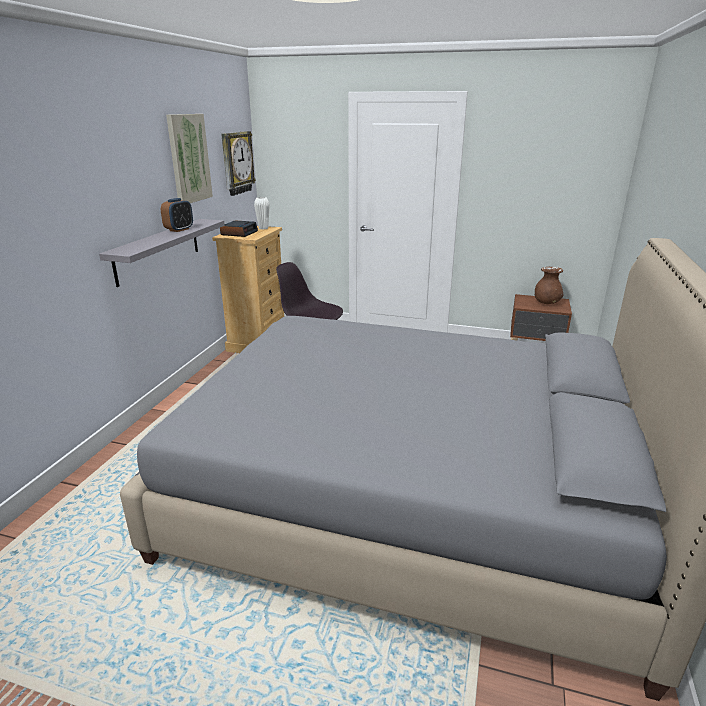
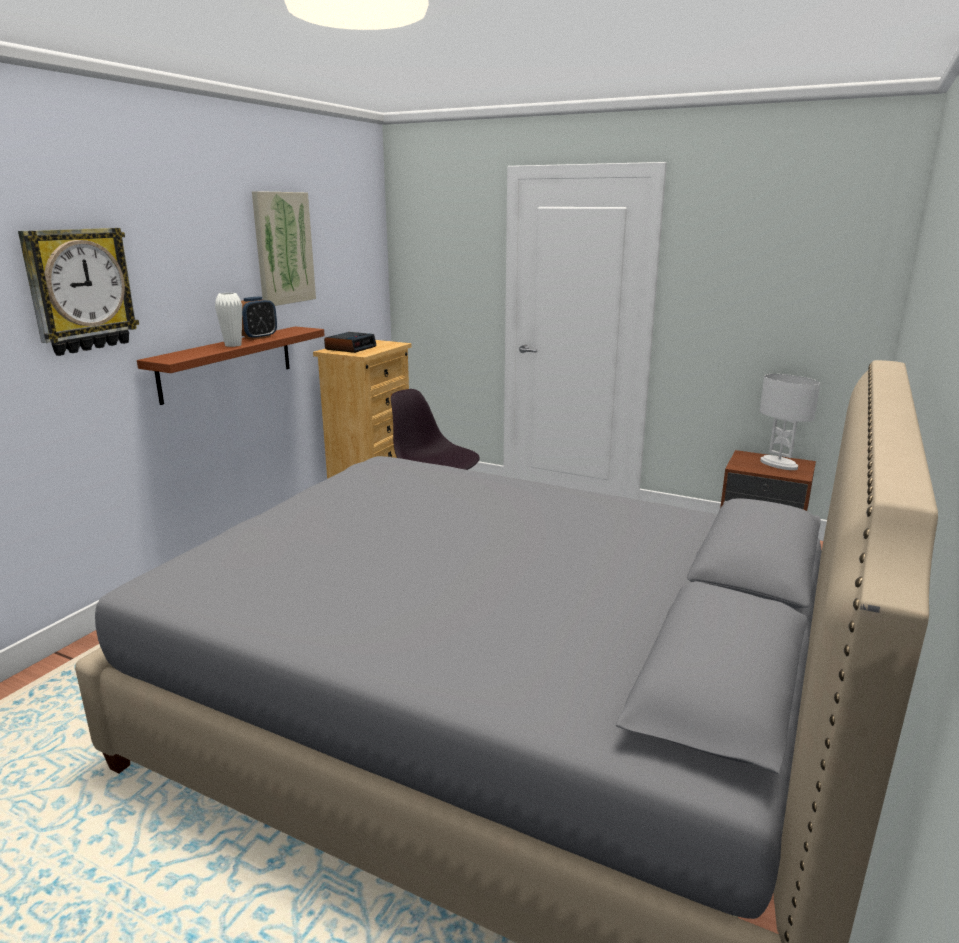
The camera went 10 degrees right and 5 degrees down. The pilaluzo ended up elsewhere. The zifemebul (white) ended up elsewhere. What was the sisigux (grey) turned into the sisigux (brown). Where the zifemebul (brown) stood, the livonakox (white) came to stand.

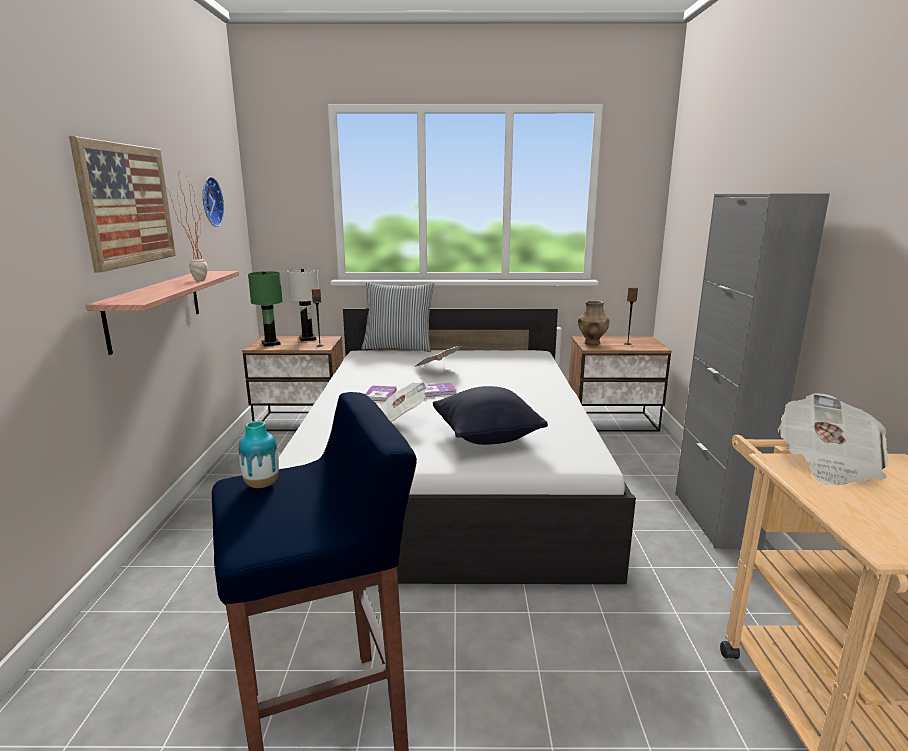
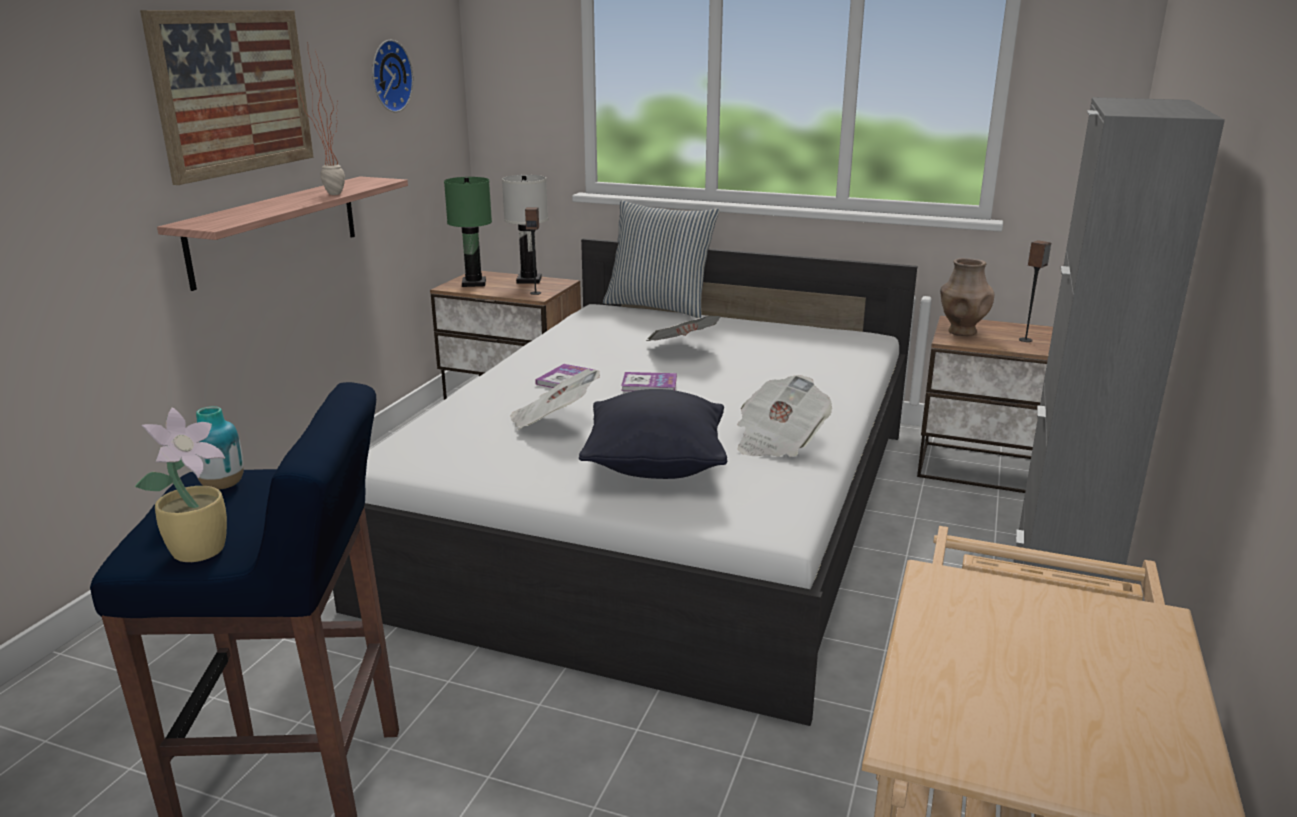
The camera went 20 degrees right and 5 degrees up. The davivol (3rd from left) ended up elsewhere. The second view gained the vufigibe (1st from left).

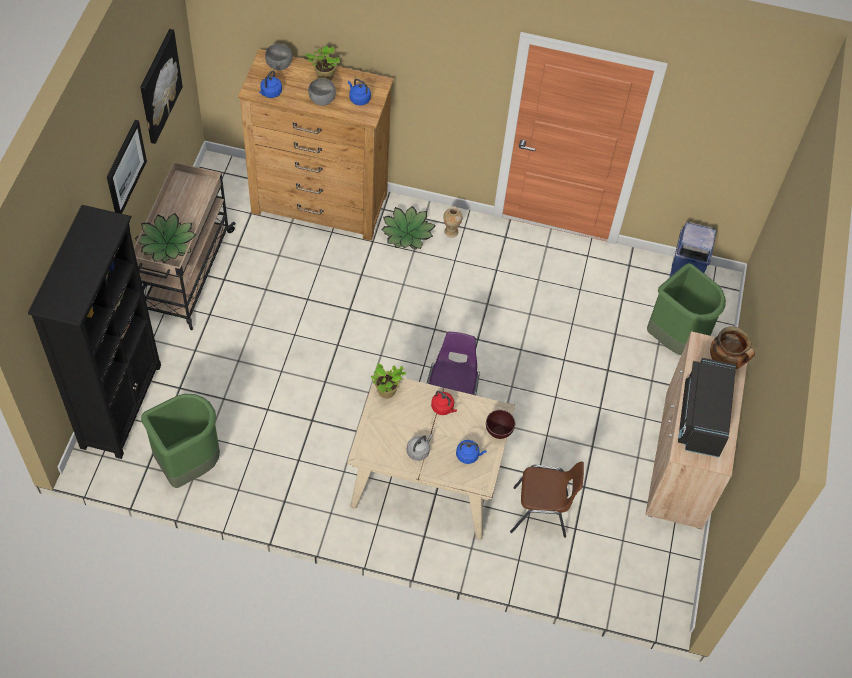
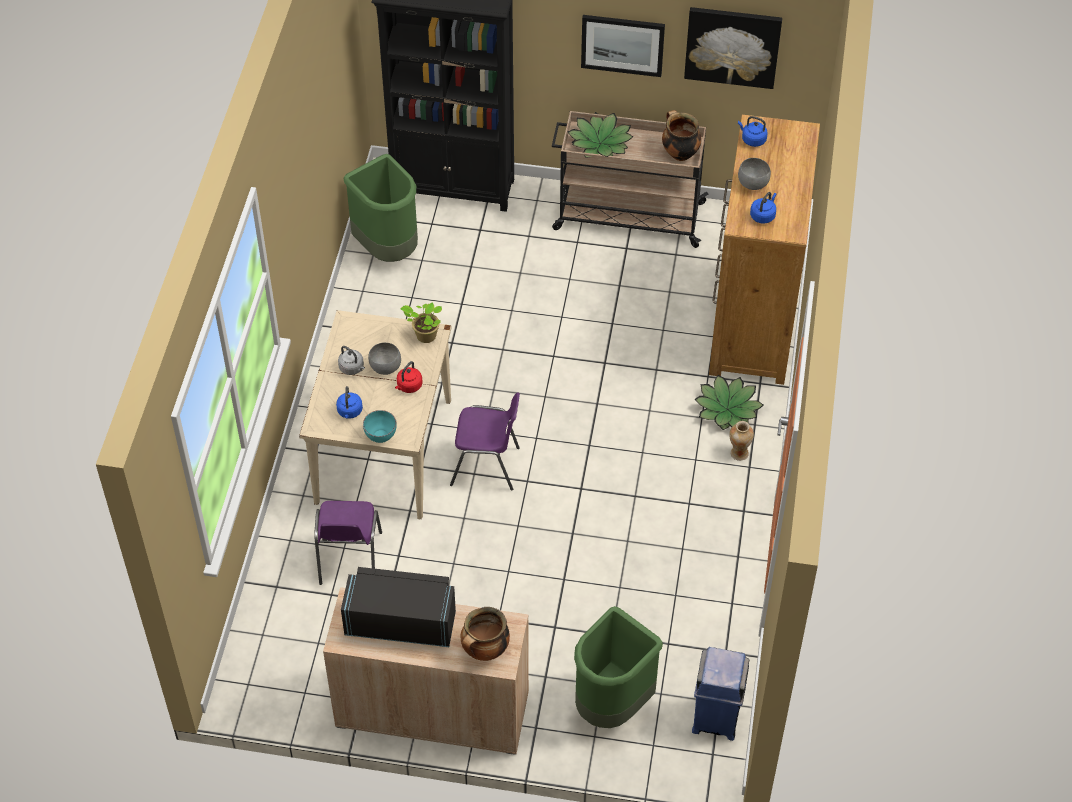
The camera went 90 degrees right and 5 degrees down. The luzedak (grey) (1st from left) ended up elsewhere. The second view lost the vufigibe (2nd from left). What was the luzedak (brown) turned into the luzedak (turquoise). What was the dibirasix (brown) turned into the dibirasix (purple) (1st from left). The second view gained the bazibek (2nd from left).

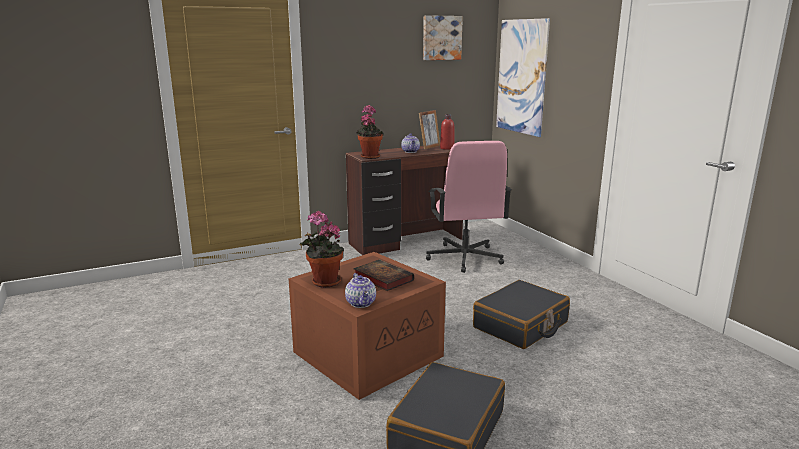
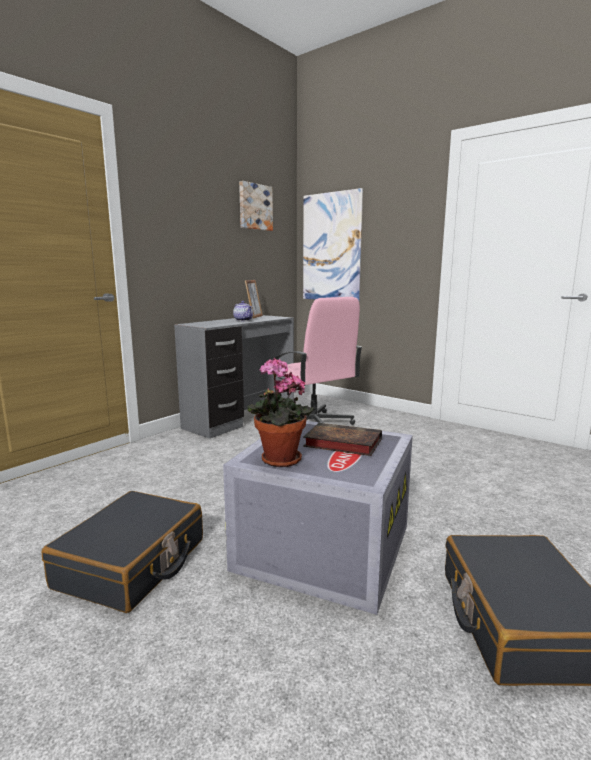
The camera went 25 degrees left and 5 degrees down. The second view lost the vufigibe (2nd from left). The second view lost the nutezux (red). What was the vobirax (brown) turned into the vobirax (grey). What was the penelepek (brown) turned into the penelepek (grey). The second view lost the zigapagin (1st from left). The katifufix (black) (2nd from left in the first image) ended up elsewhere.

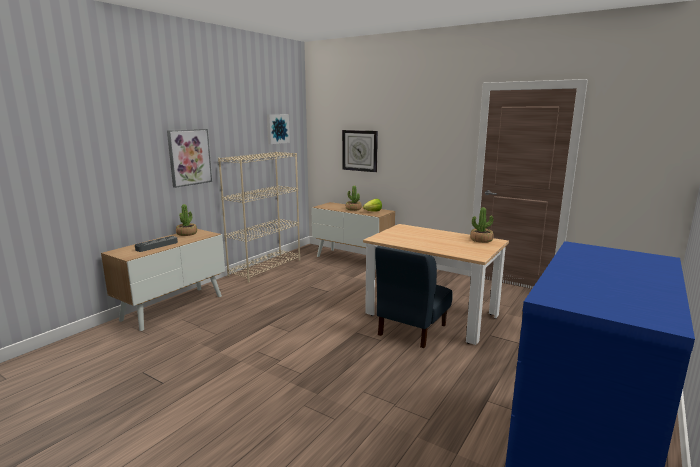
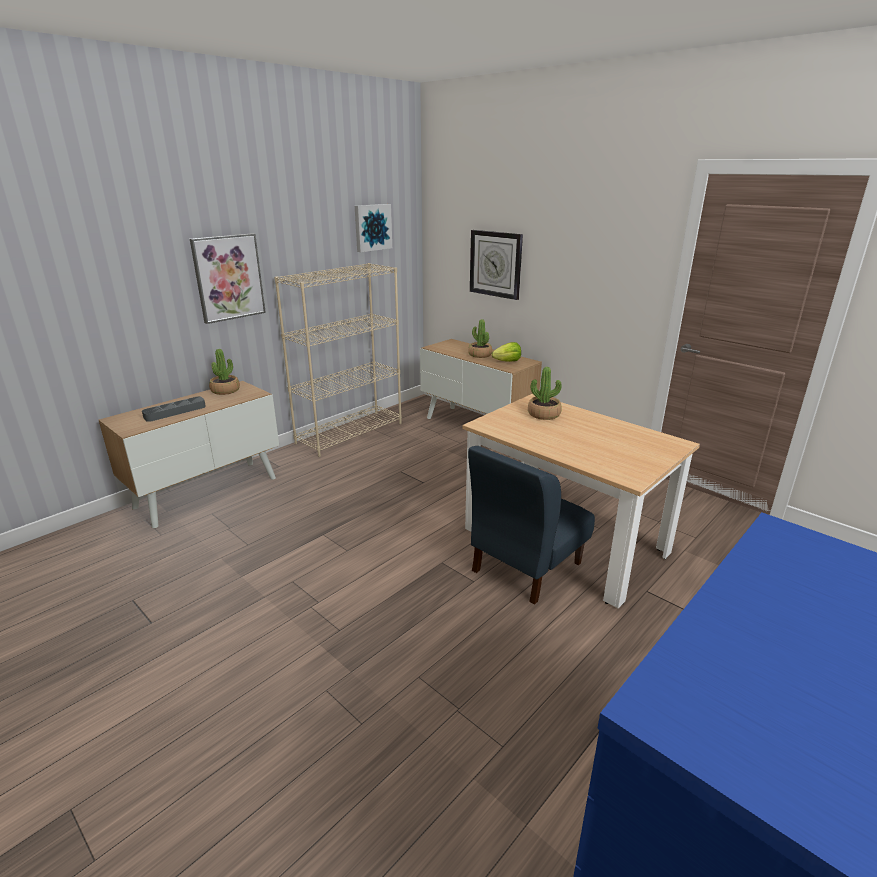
The camera went 10 degrees right and 10 degrees up. The vufigibe (3rd from left) ended up elsewhere.

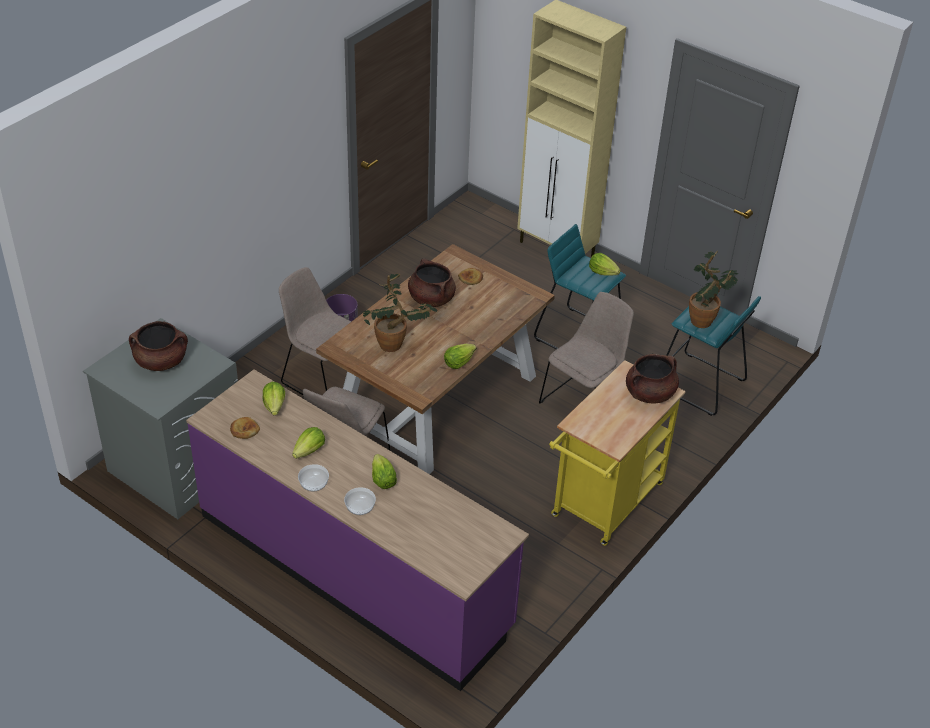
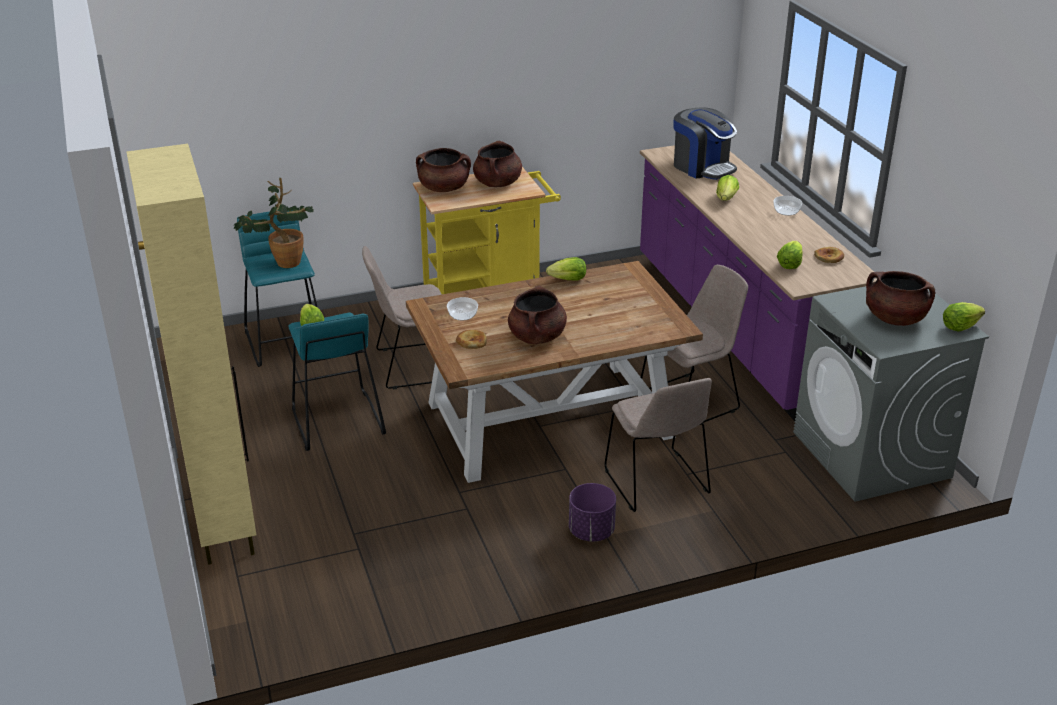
The camera went 145 degrees left and 10 degrees down. The second view lost the vufigibe (1st from left). The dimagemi (2nd from left in the first image) ended up elsewhere. The luzedak (2nd from left in the first image) ended up elsewhere. The second view gained the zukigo. The second view gained the bazibek (brown) (2nd from left).

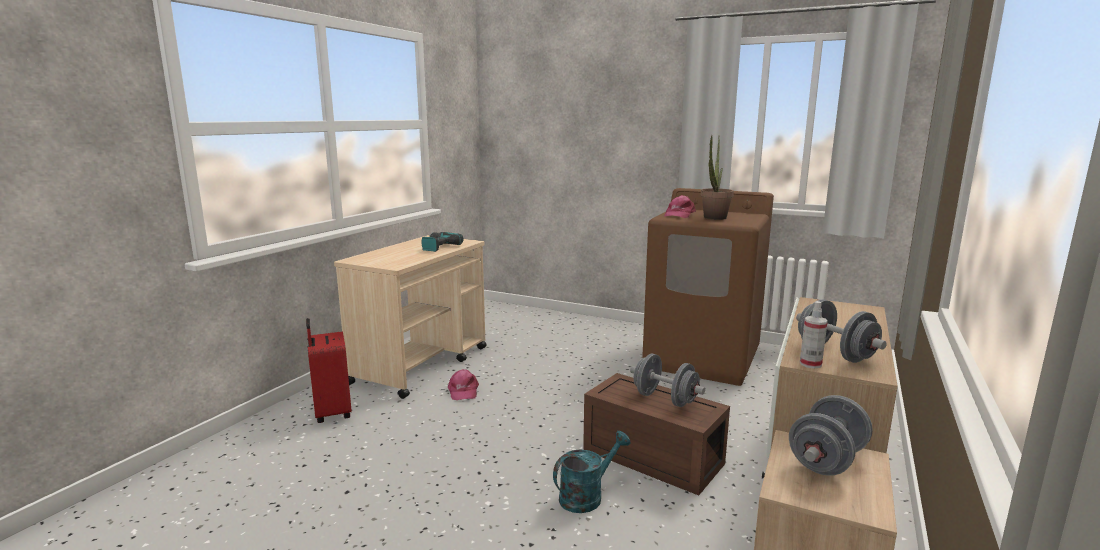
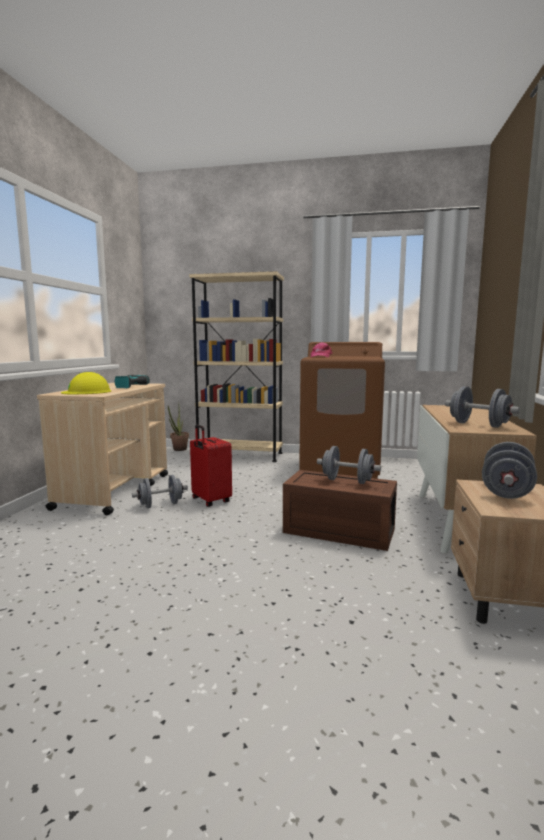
The camera went 15 degrees left and 5 degrees down. The vufigibe ended up elsewhere. The second view lost the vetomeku. The katifufix (red) ended up elsewhere. Where the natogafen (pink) (1st from left) stood, the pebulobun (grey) (1st from left) came to stand. The second view lost the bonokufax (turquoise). The second view gained the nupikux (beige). The second view gained the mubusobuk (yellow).

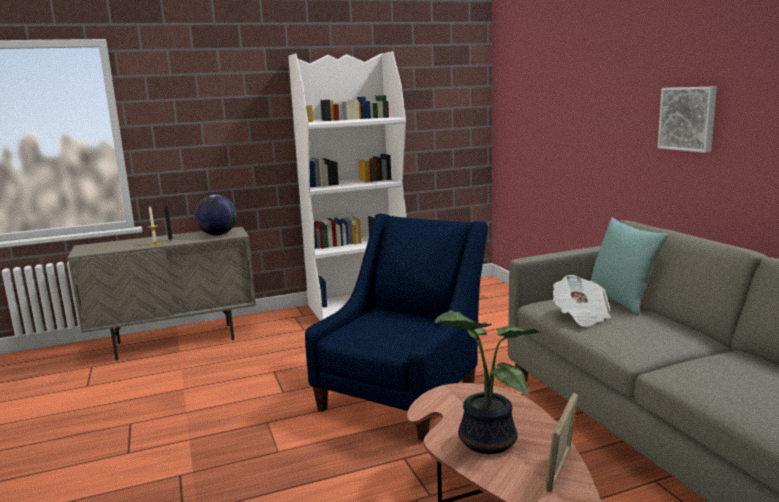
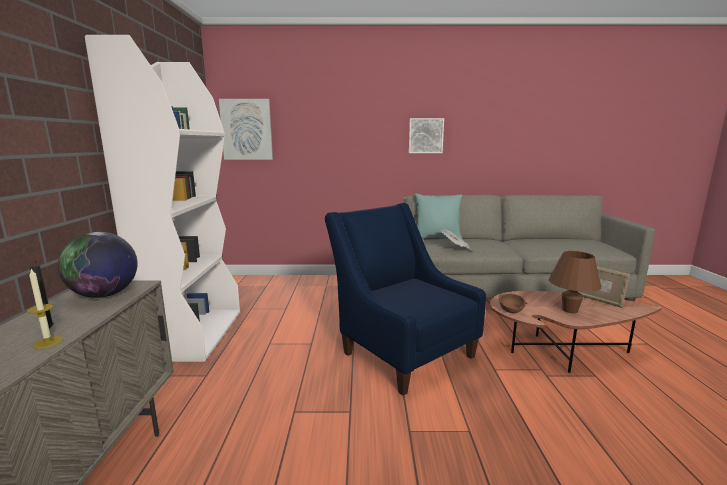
The camera went 70 degrees left and 0 degrees up. Where the vufigibe stood, the livonakox (brown) came to stand. The second view gained the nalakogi (1st from left). The second view gained the luzedak (brown).

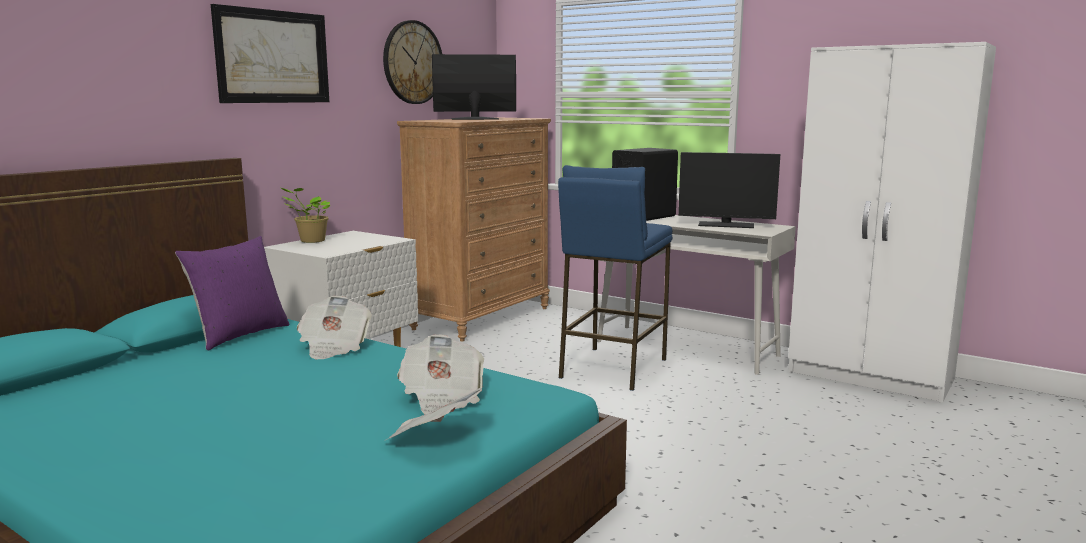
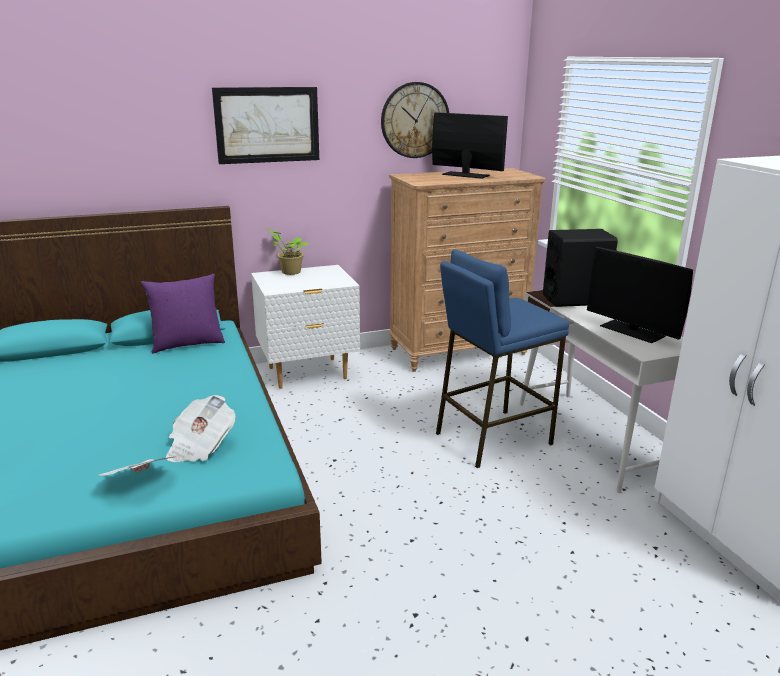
The camera went 35 degrees right and 10 degrees up. The second view lost the davivol (1st from left).

